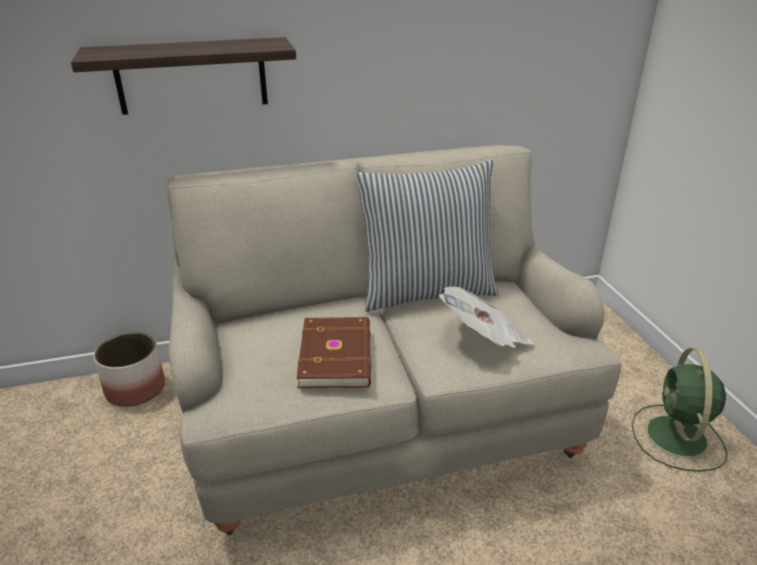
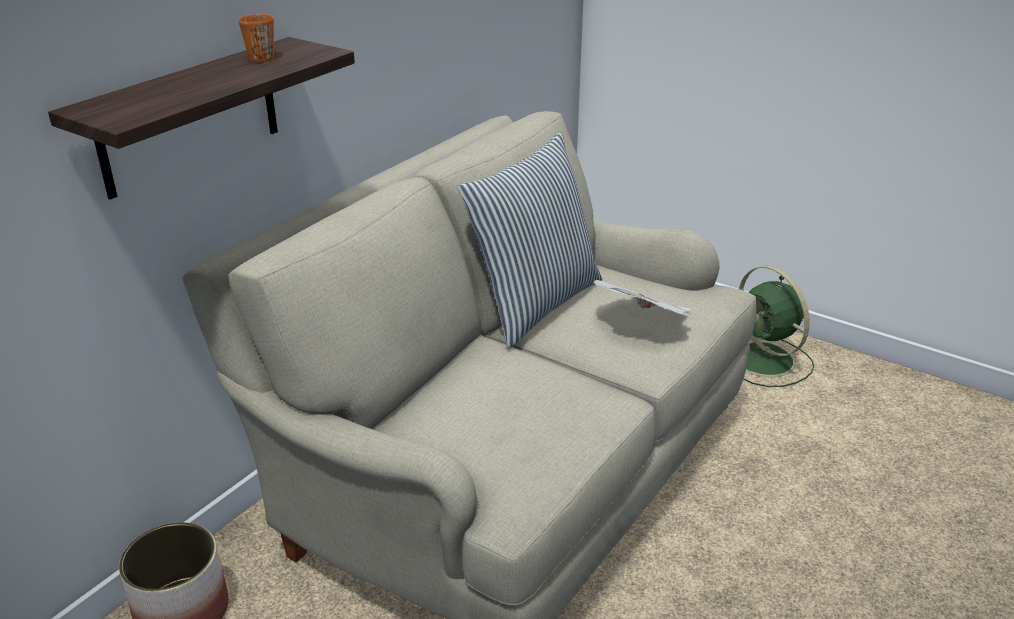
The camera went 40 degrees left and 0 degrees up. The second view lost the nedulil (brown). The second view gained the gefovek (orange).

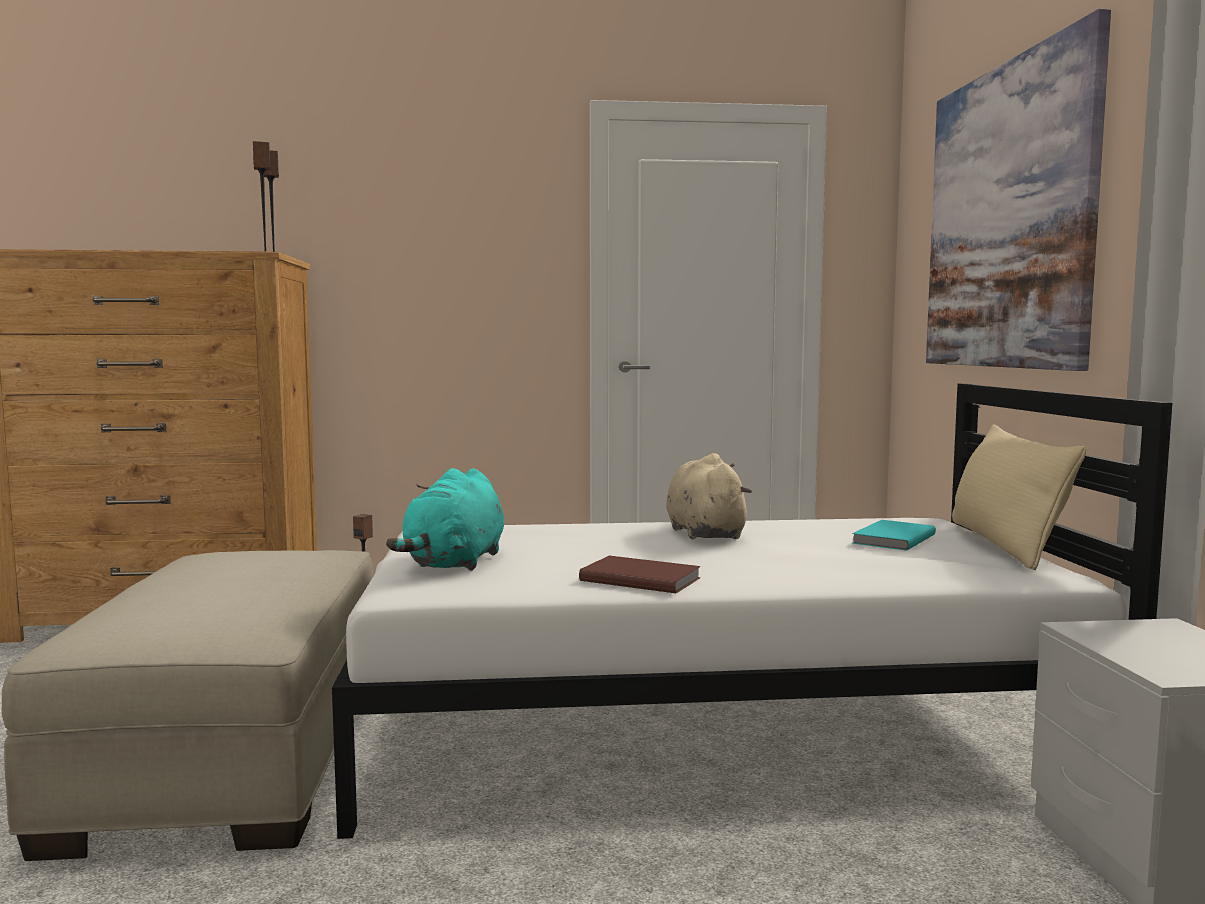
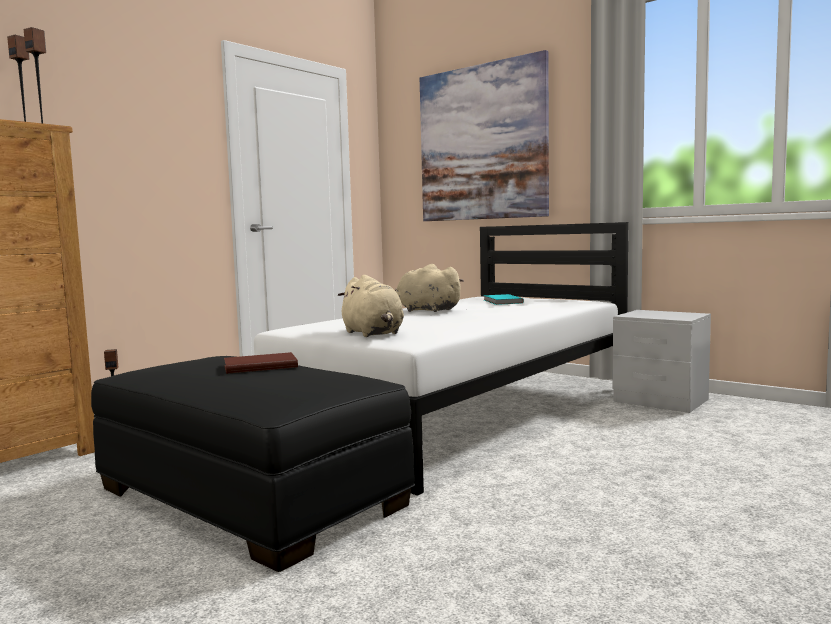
The camera went 45 degrees left and 0 degrees up. The second view lost the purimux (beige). What was the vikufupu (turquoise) turned into the vikufupu (beige) (1st from left). What was the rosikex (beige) turned into the rosikex (black). The nedulil (brown) ended up elsewhere.

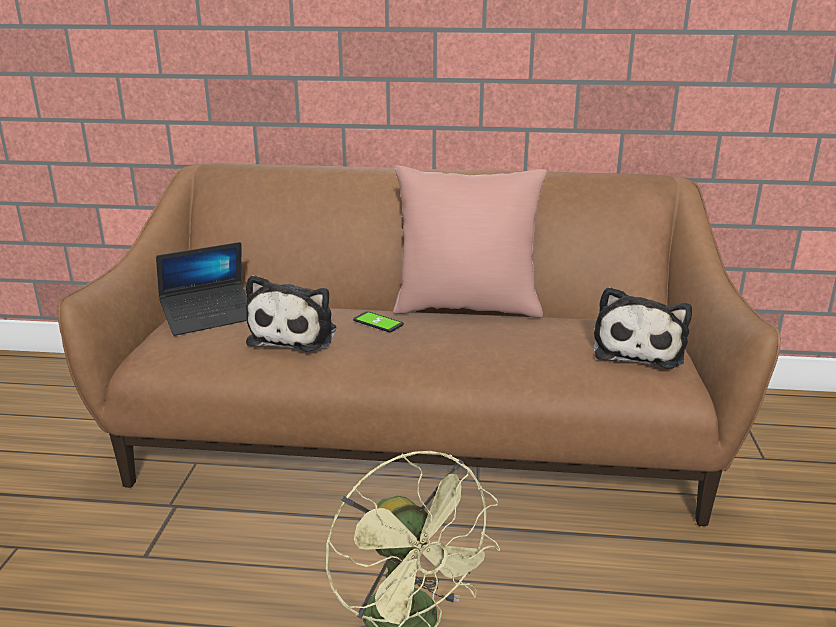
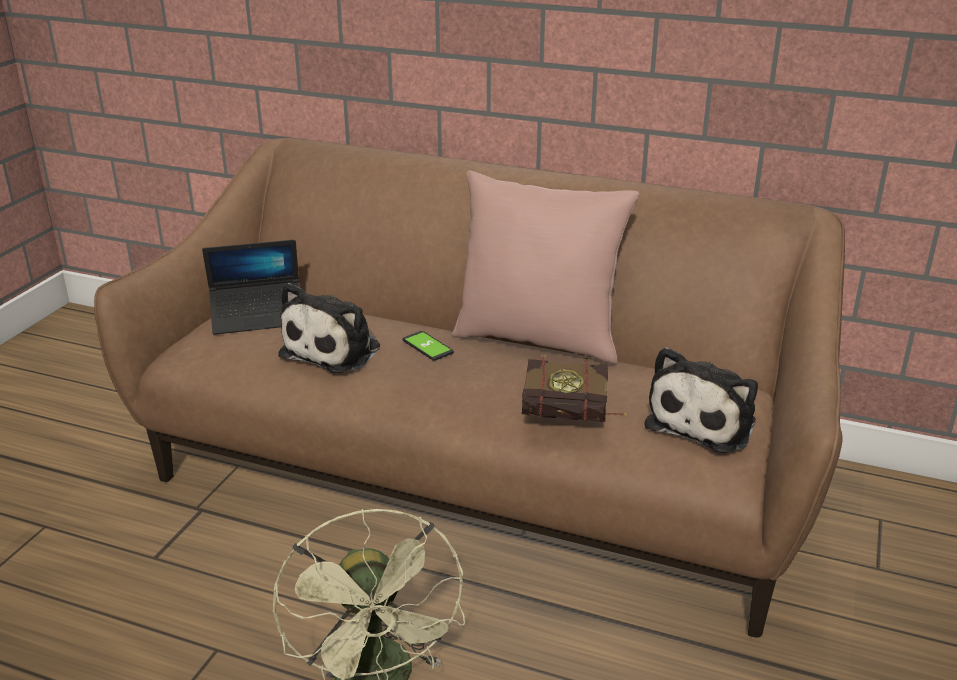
The camera went 15 degrees right and 5 degrees up. The second view gained the nedulil.

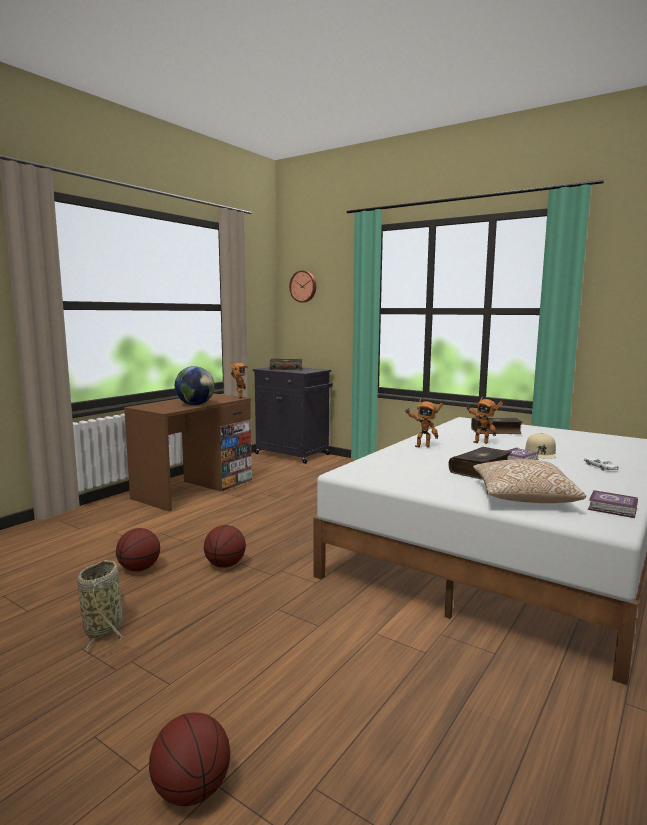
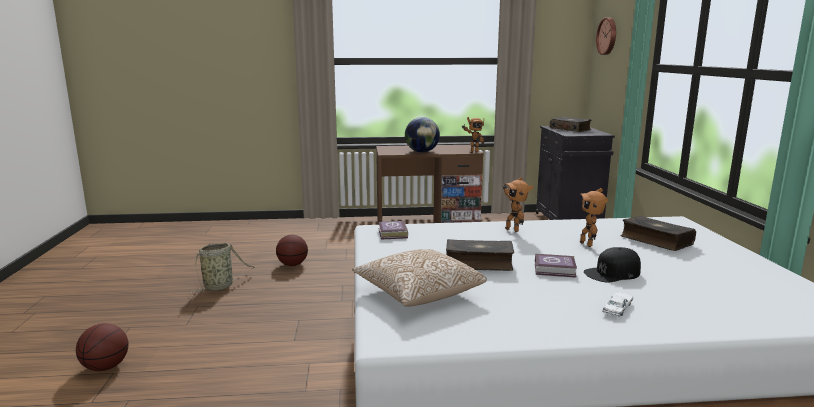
The camera went 50 degrees right and 5 degrees up. What was the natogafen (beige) turned into the natogafen (black). The nedulil (5th from left in the first image) ended up elsewhere. The second view lost the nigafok (3rd from left).

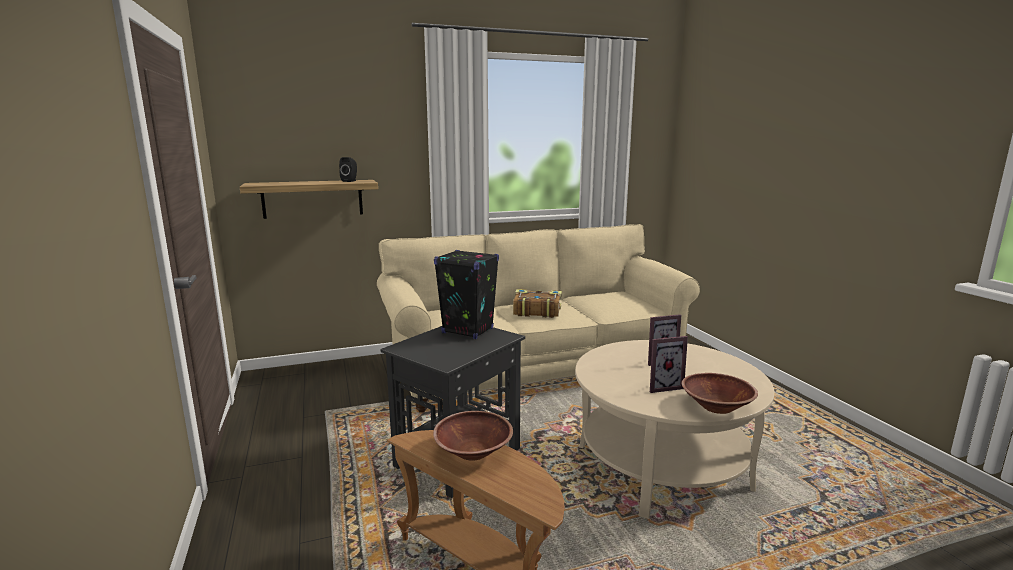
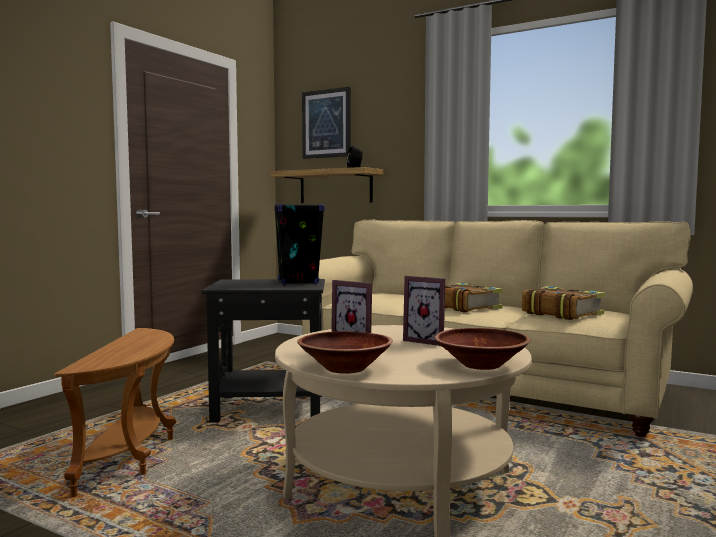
The camera went 50 degrees right and 10 degrees down. The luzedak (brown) (1st from left in the first image) ended up elsewhere. The second view gained the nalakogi. The second view gained the nedulil (2nd from left).

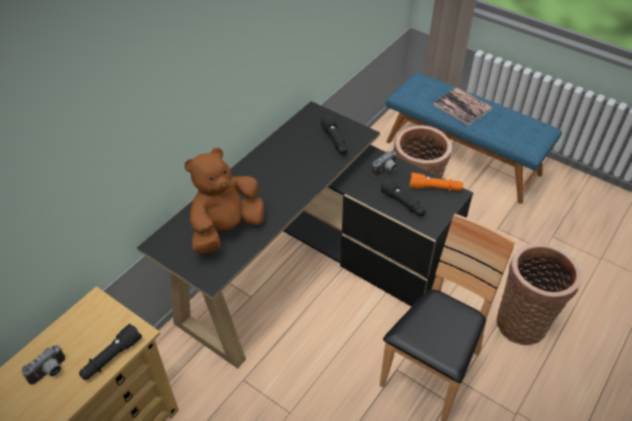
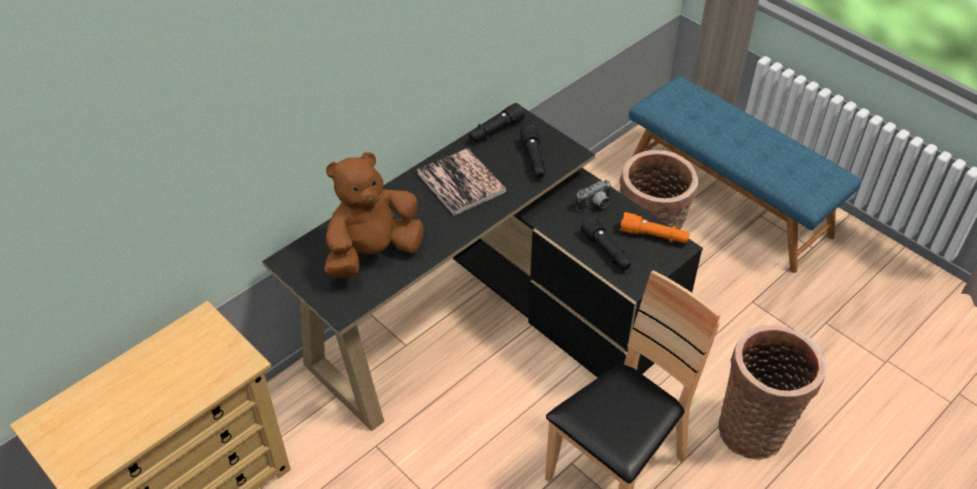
The camera went 10 degrees right and 0 degrees up. The nedulil ended up elsewhere. The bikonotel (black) (1st from left) ended up elsewhere. The second view lost the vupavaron (1st from left).

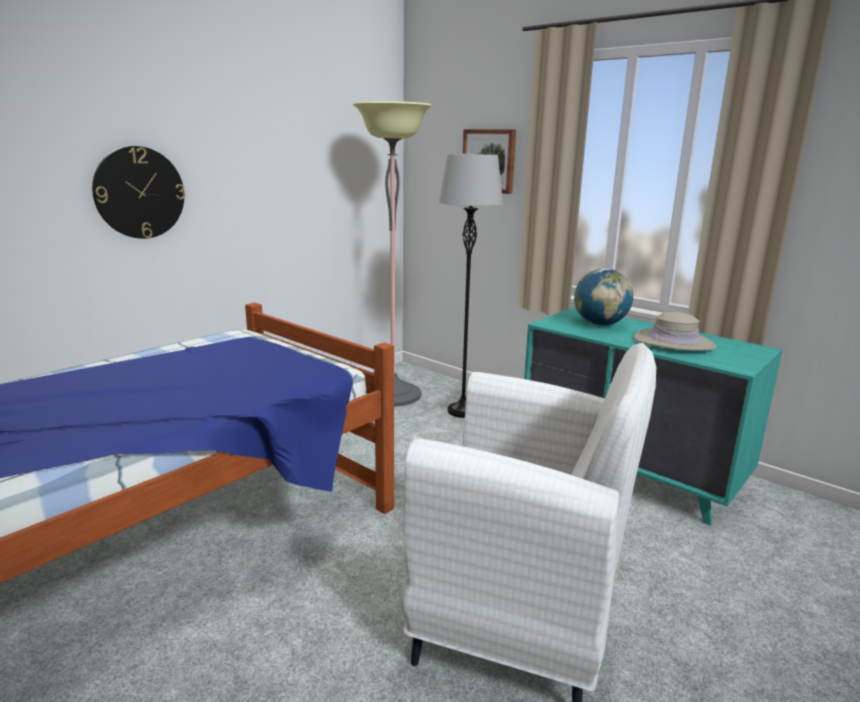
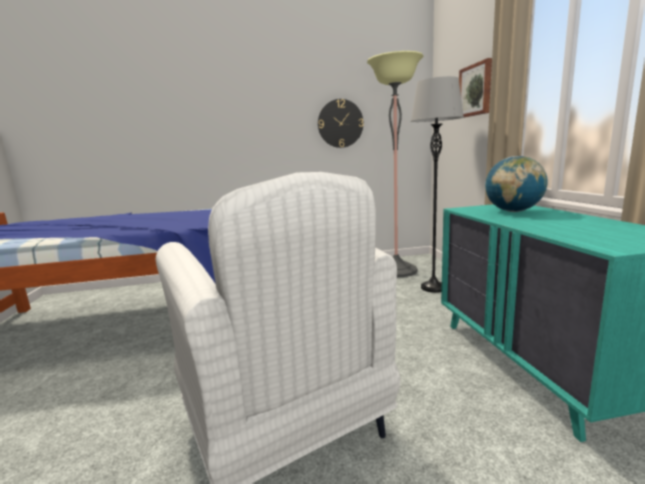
The camera went 40 degrees right and 5 degrees down. The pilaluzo ended up elsewhere. The second view lost the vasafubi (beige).

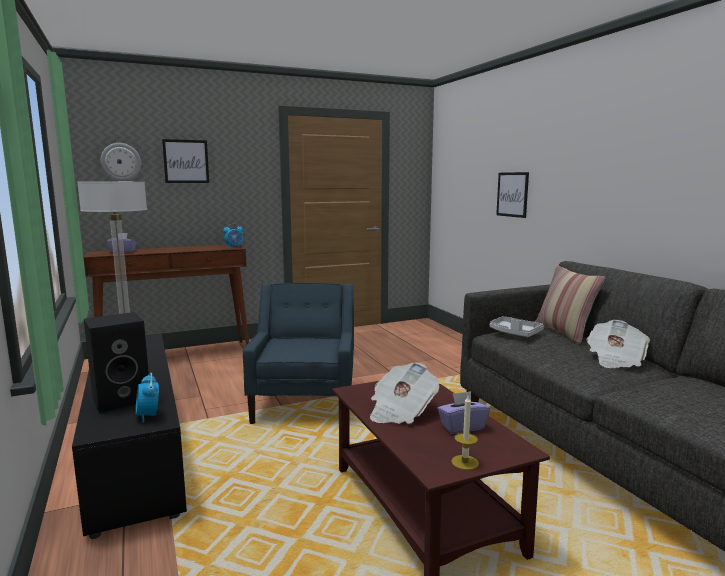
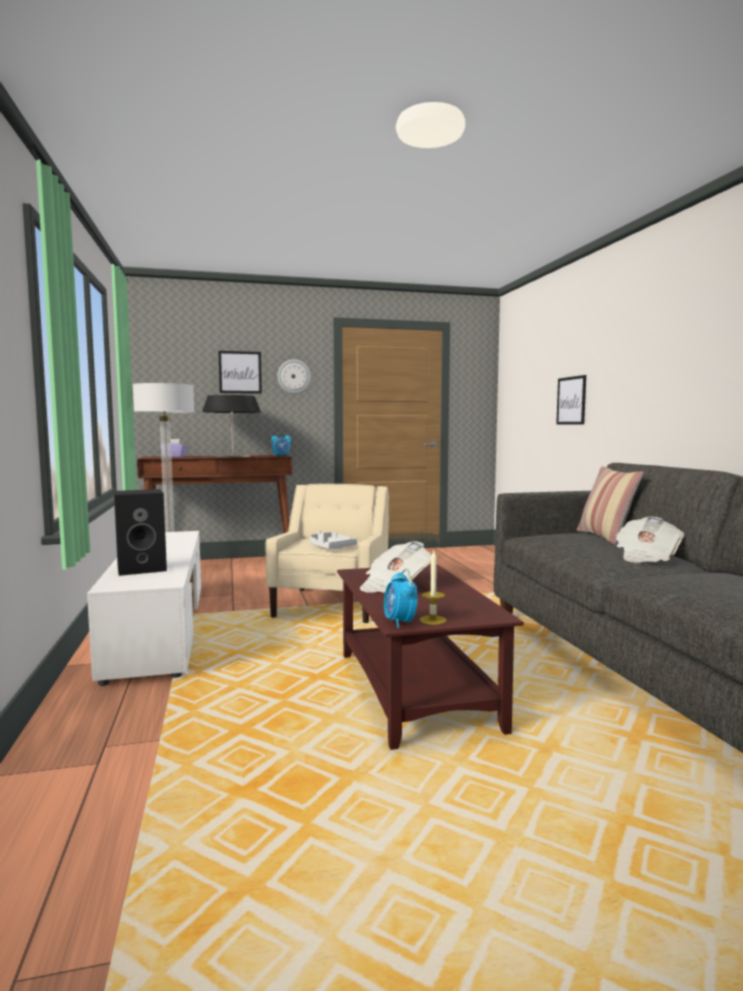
The camera went 10 degrees right and 5 degrees down. The pilaluzo ended up elsewhere. What was the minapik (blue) turned into the minapik (beige). The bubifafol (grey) ended up elsewhere. What was the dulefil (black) turned into the dulefil (white). The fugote (1st from left in the first image) ended up elsewhere. The second view lost the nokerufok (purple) (2nd from left). The second view gained the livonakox.

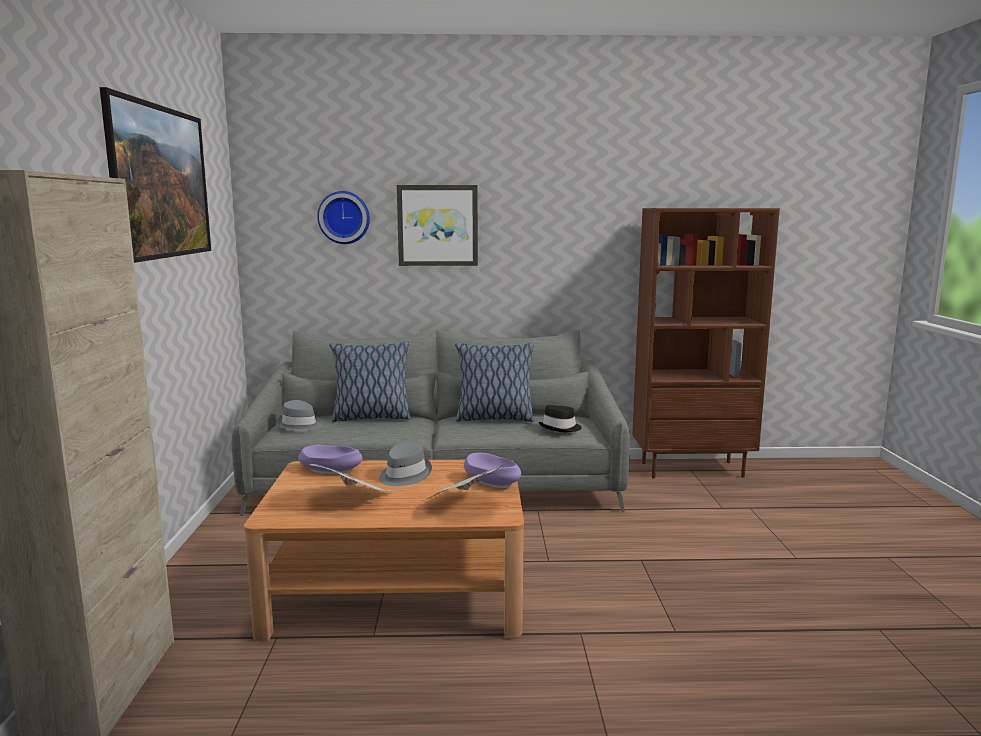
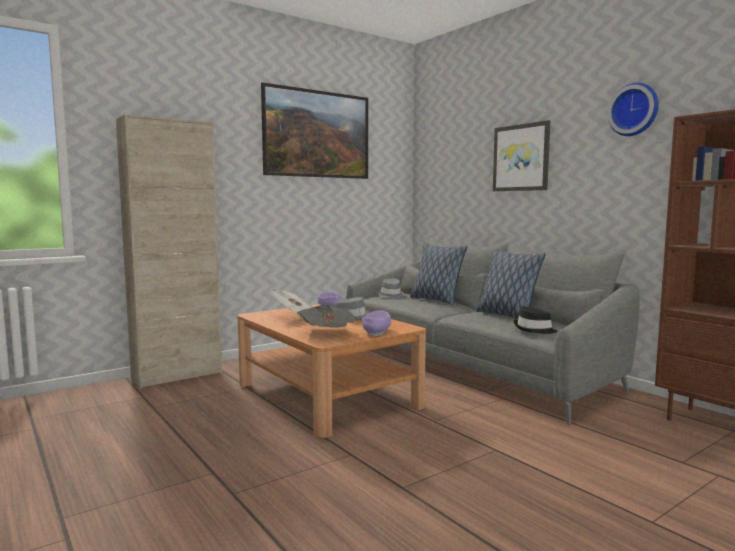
The camera went 55 degrees right and 5 degrees down. The pilaluzo ended up elsewhere.

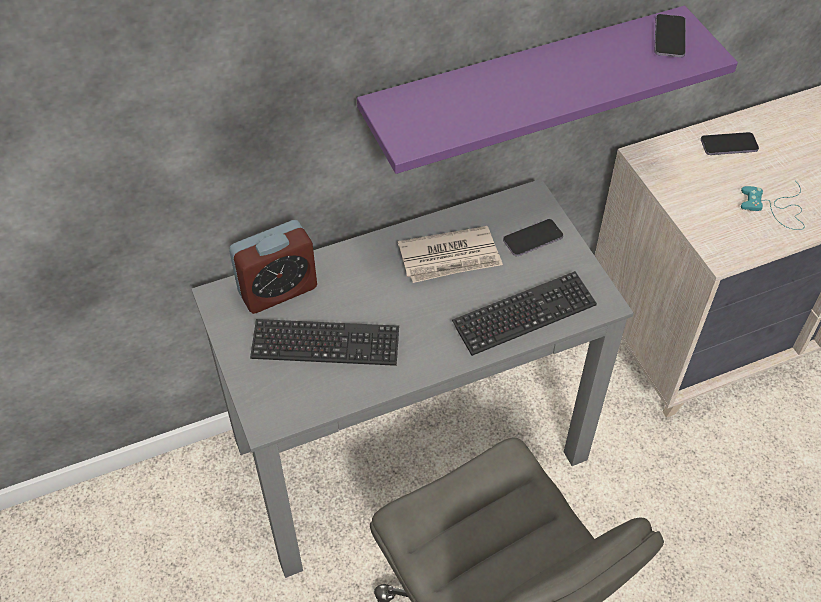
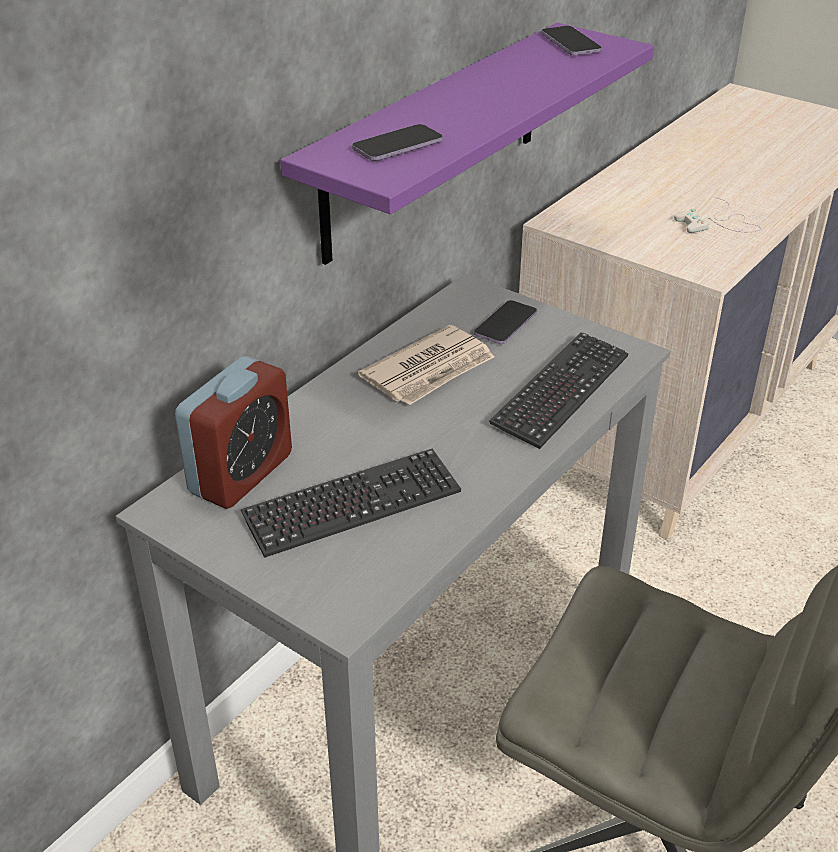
The camera went 30 degrees left and 15 degrees down. The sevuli (3rd from left in the first image) ended up elsewhere. What was the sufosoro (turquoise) turned into the sufosoro (white).

